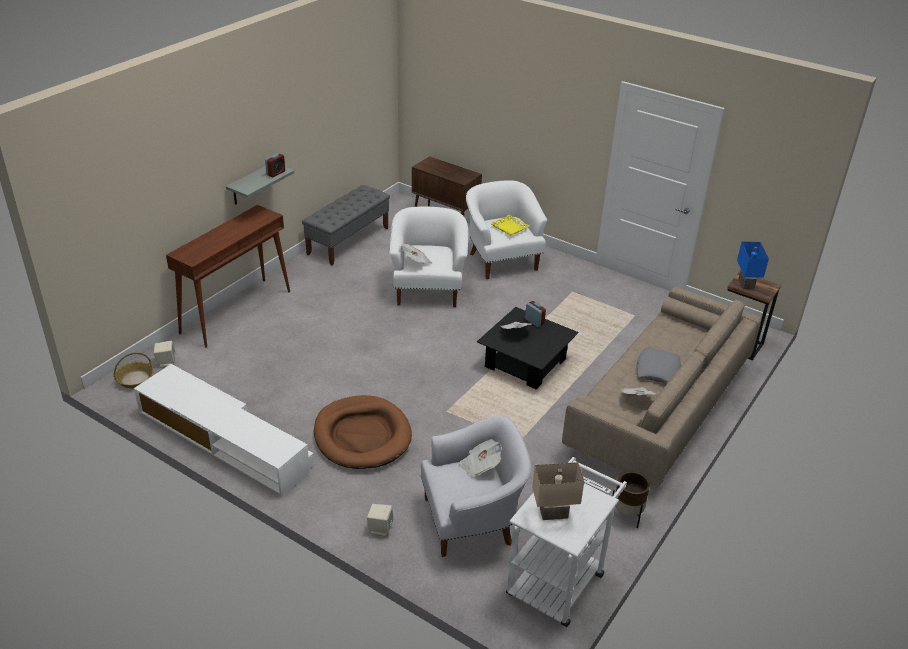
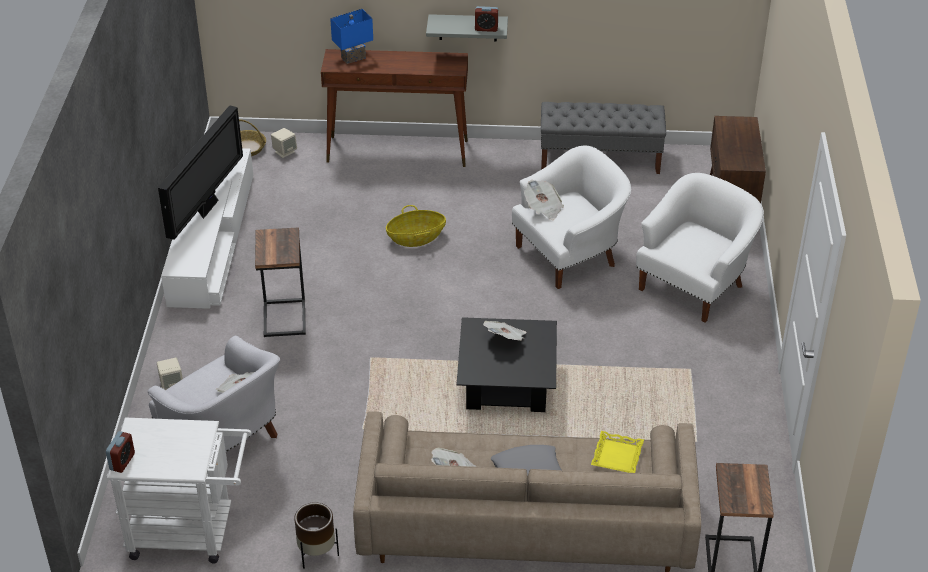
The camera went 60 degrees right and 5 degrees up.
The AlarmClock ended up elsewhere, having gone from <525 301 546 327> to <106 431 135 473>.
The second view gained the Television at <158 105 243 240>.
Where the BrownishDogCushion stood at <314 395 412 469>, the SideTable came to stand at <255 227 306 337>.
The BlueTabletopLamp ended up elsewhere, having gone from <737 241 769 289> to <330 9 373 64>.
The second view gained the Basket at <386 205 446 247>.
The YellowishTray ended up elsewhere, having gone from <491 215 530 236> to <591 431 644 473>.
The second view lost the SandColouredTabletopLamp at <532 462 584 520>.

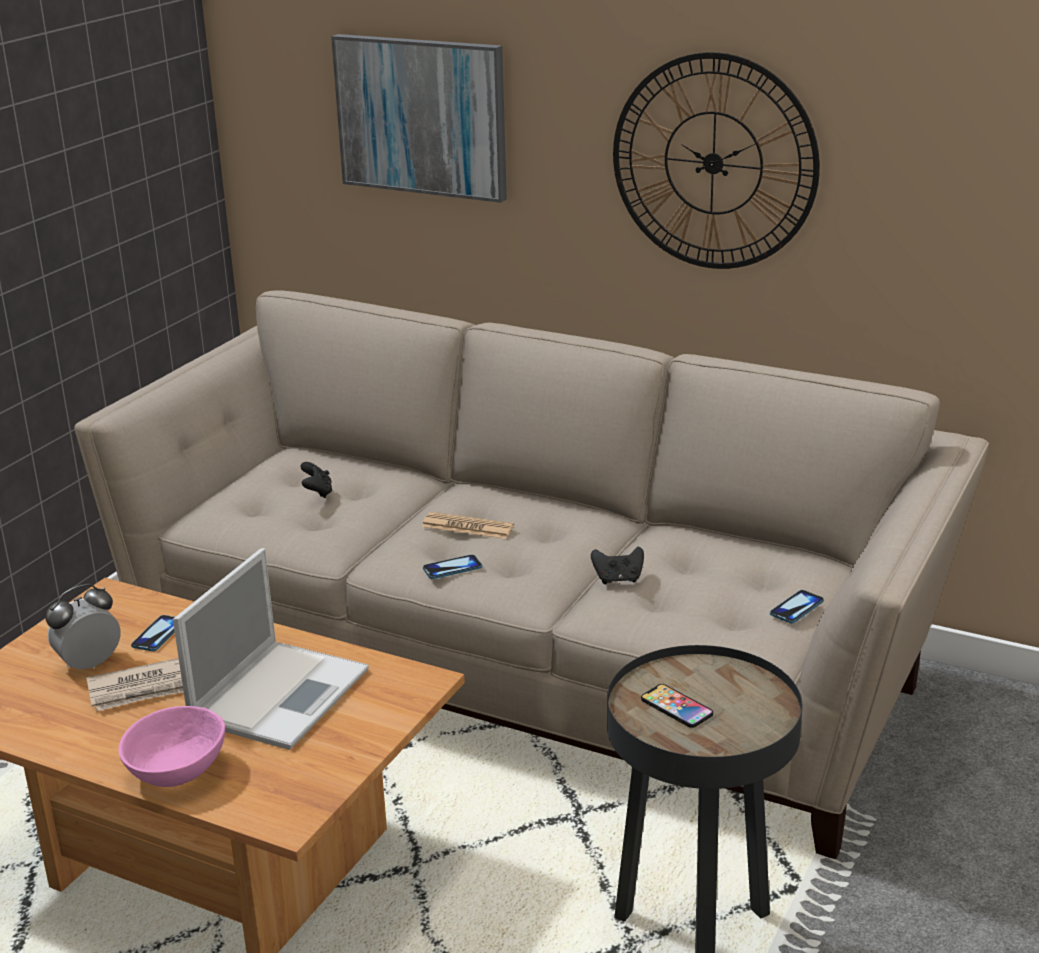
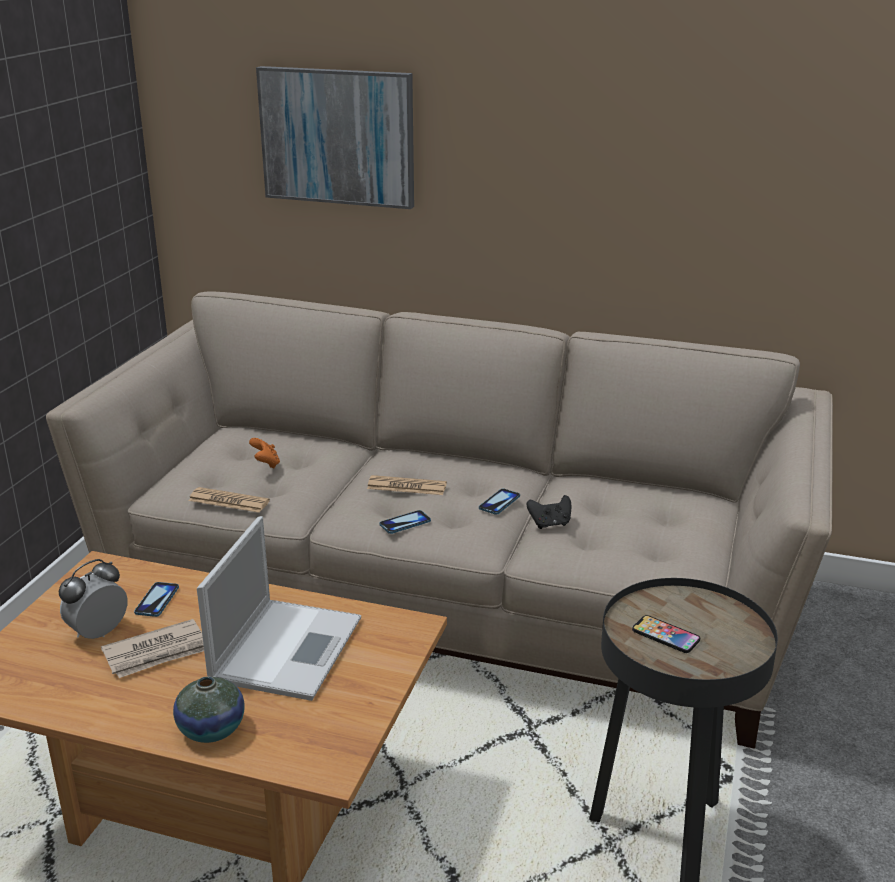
The camera went 10 degrees left and 0 degrees up.
Where the PinkishDeepDish stood at <118 706 225 787>, the Vase came to stand at <173 676 244 743>.
The second view gained the Newspaper at <188 487 270 513>.
What was the BlackColouredGamepad at <300 462 332 498> turned into the OrangeGamepad at <249 438 280 468>.
The Handset ended up elsewhere, having gone from <770 590 824 623> to <479 489 520 515>.
The second view lost the HangingClock at <613 52 820 269>.

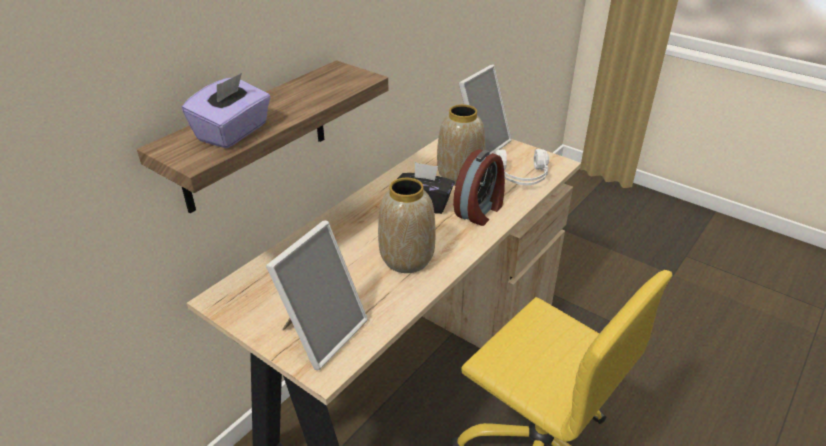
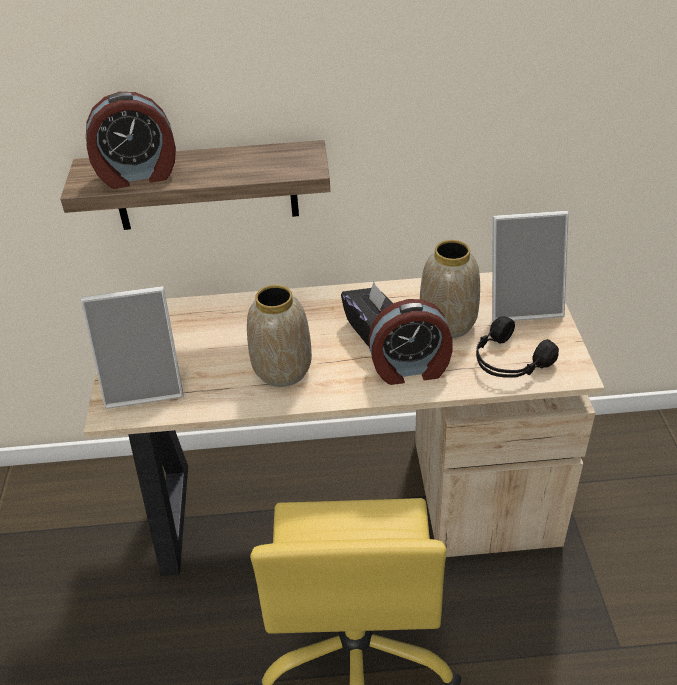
The camera went 50 degrees right and 5 degrees up.
Where the PurpleColouredTissueHolder stood at <182 73 271 149>, the AlarmClock came to stand at <86 92 176 189>.
What was the WhitishHeadset at <494 149 549 185> turned into the BlackColouredHeadset at <476 316 559 378>.

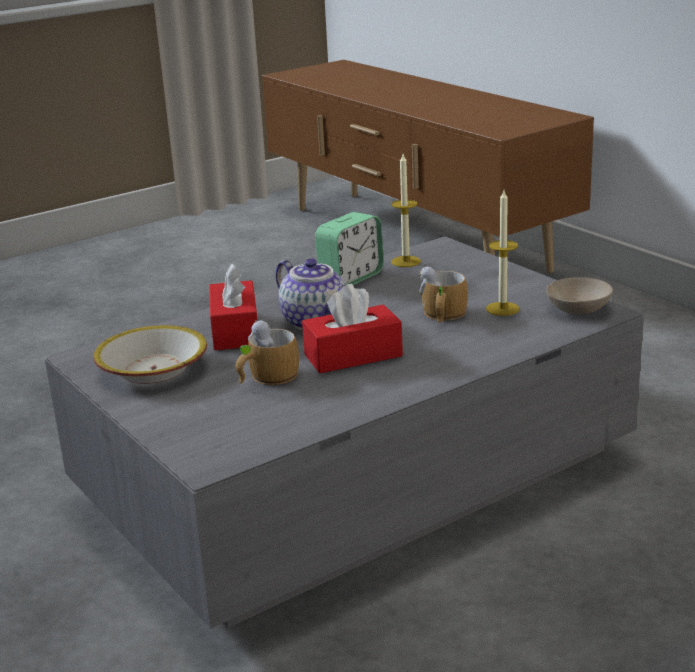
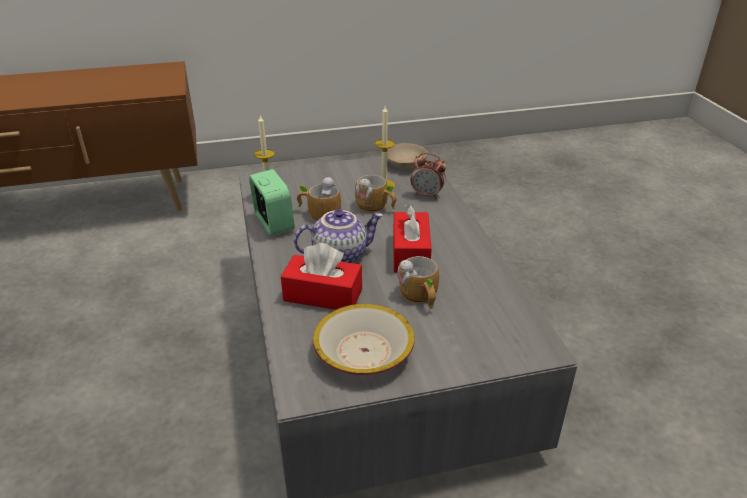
The camera went 70 degrees left and 10 degrees up.
The second view gained the CoffeeMug at <297 176 341 221>.
The second view gained the AlarmClock at <411 153 446 199>.

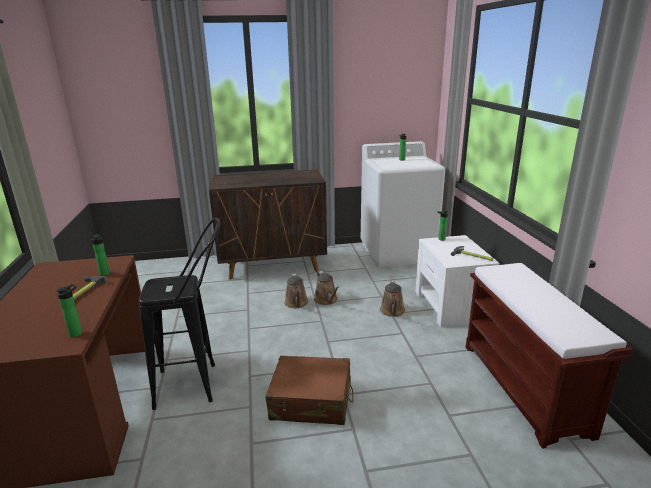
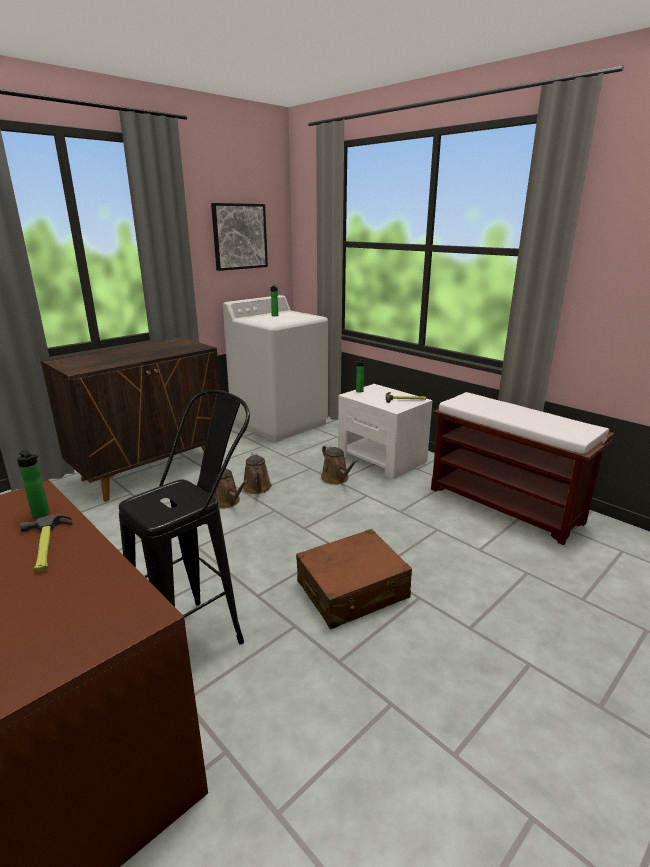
The camera went 35 degrees left and 0 degrees up.
The second view gained the WallPicture at <211 203 268 271>.
The BrownishWateringCan at <314 271 339 305> ended up facing another way, 45 degrees clockwise from before.
The second view lost the Bottle at <56 284 82 337>.

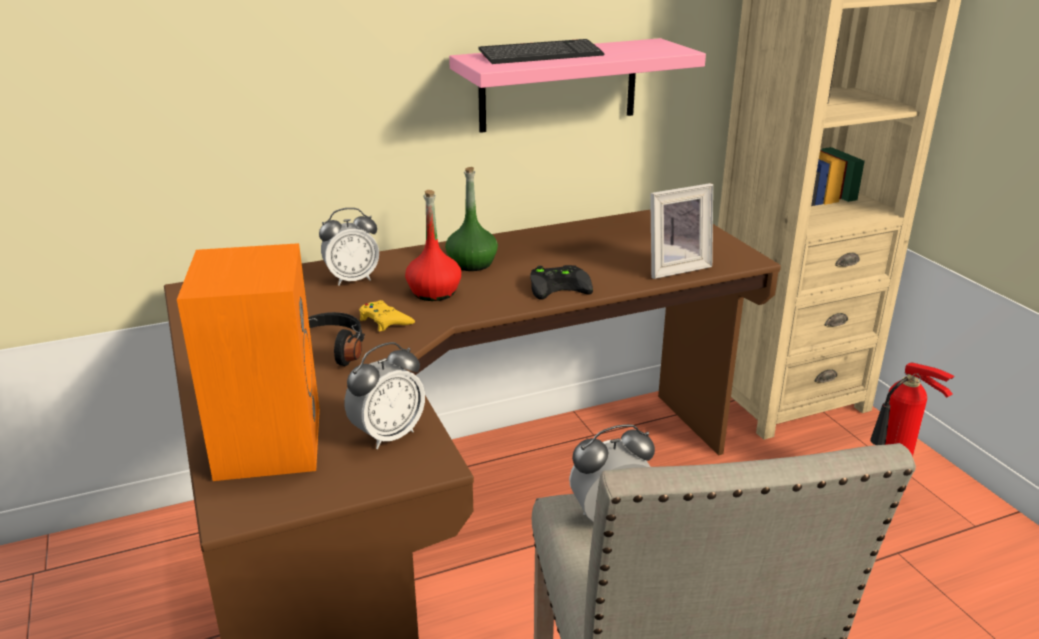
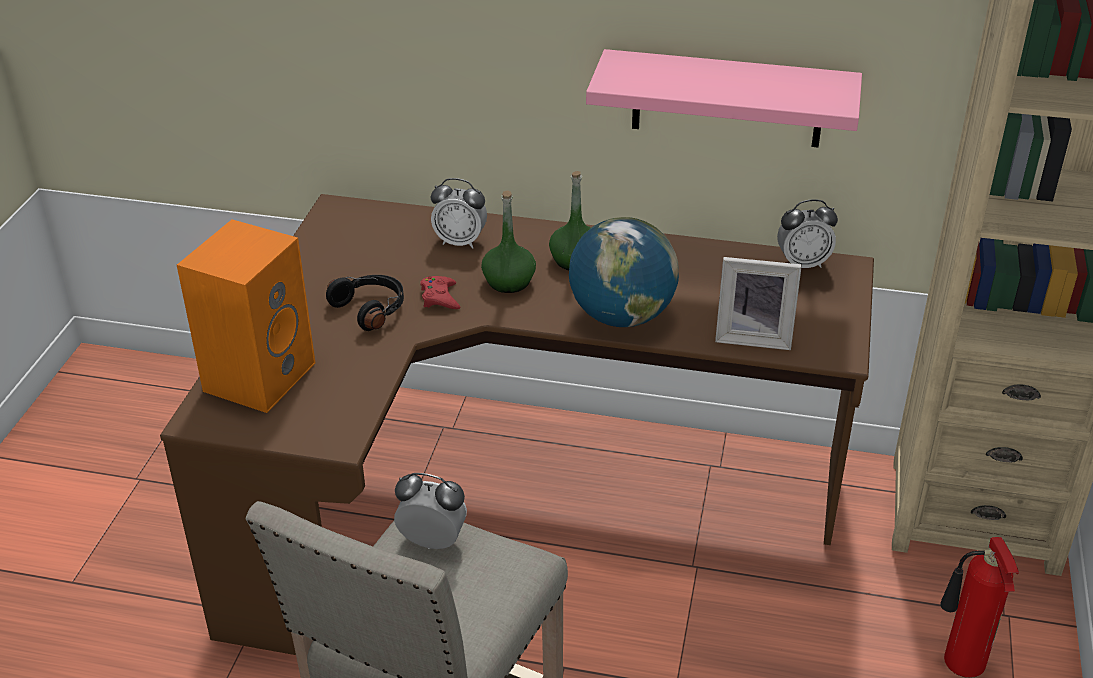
The camera went 35 degrees right and 10 degrees up.
What was the YellowishGamepad at <359 300 415 332> turned into the RedGamepad at <420 276 460 309>.
What was the RedBottle at <405 190 461 301> turned into the GreenishBottle at <481 190 536 293>.
Where the BlackColouredGamepad stood at <530 265 593 300>, the WorldGlobe came to stand at <569 217 679 327>.
The AlarmClock ended up elsewhere, having gone from <344 342 425 449> to <777 199 838 268>.
The second view lost the Keyboard at <478 39 605 64>.

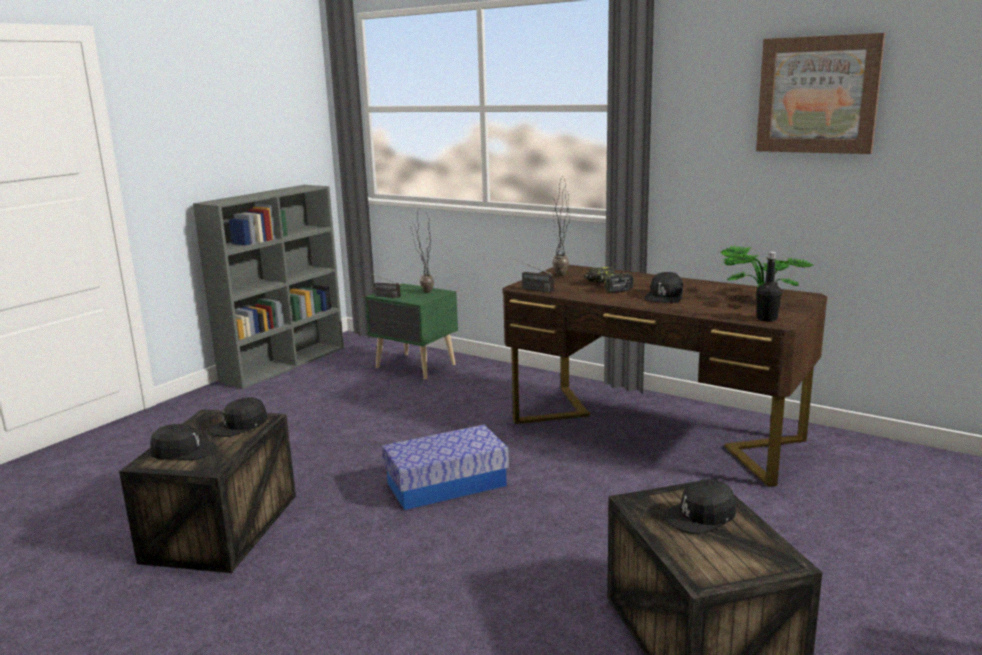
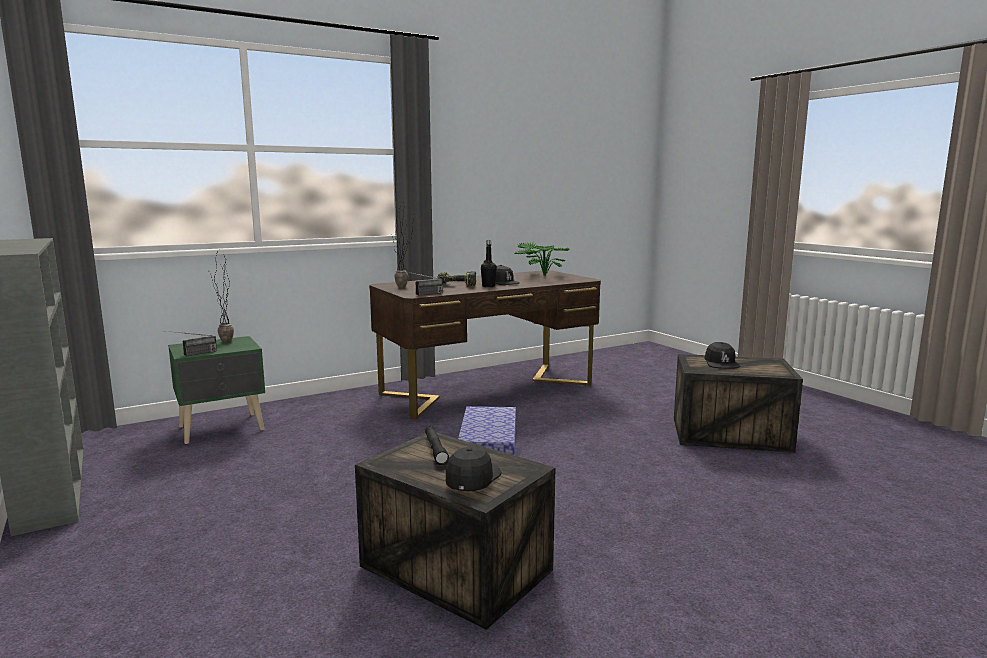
The camera went 65 degrees left and 5 degrees down.
Where the BlackColouredCap stood at <209 397 268 437>, the BlackColouredFlashlight came to stand at <425 426 449 465>.
The BlackColouredBottle ended up elsewhere, having gone from <756 251 782 322> to <481 240 497 287>.
The second view lost the WallPicture at <756 33 886 154>.

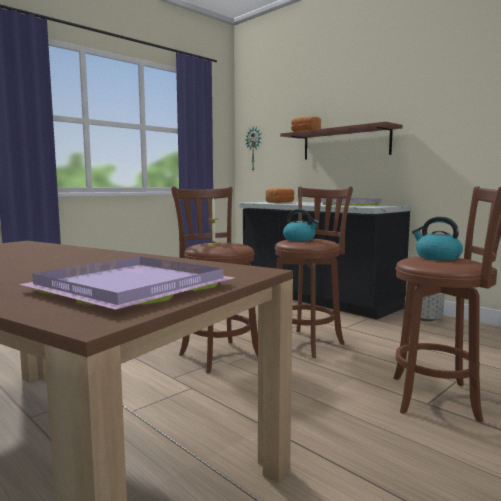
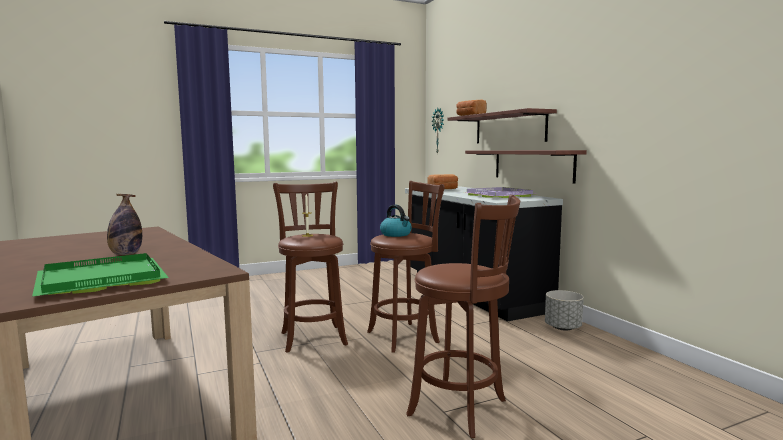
The camera went 20 degrees right and 0 degrees up.
What was the PurpleColouredTray at <19 257 235 310> turned into the GreenishTray at <32 253 169 297>.
The second view gained the Bottle at <107 194 142 255>.
The second view gained the WallShelf at <465 150 587 184>.
The second view lost the WaterKettle at <412 217 463 260>.

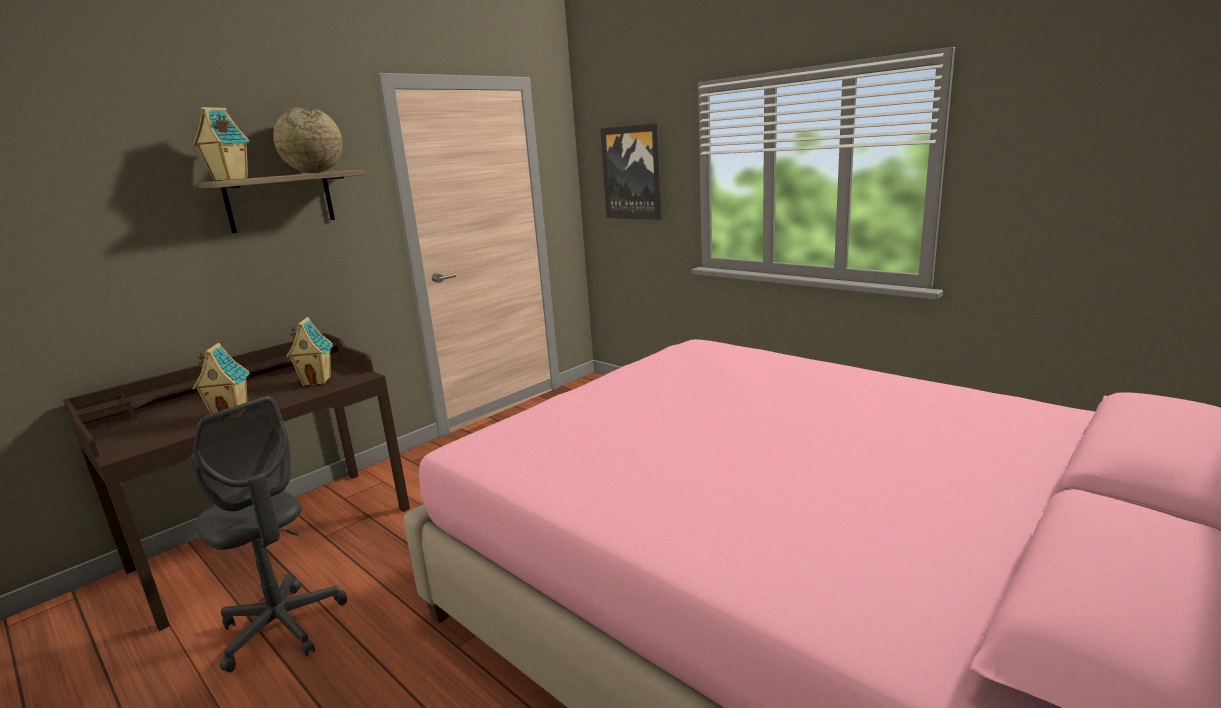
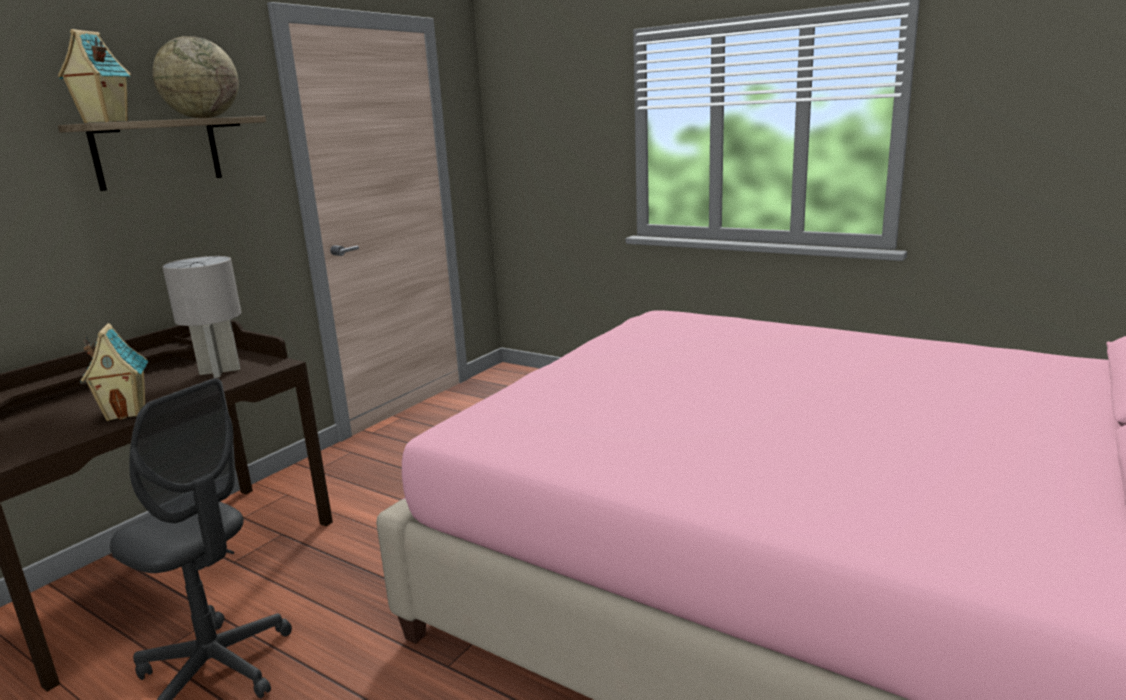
The camera went 10 degrees left and 0 degrees up.
Where the MiniatureHouse stood at <286 317 334 386>, the GrayTabletopLamp came to stand at <162 256 241 378>.
The second view lost the WallPicture at <600 123 663 220>.

